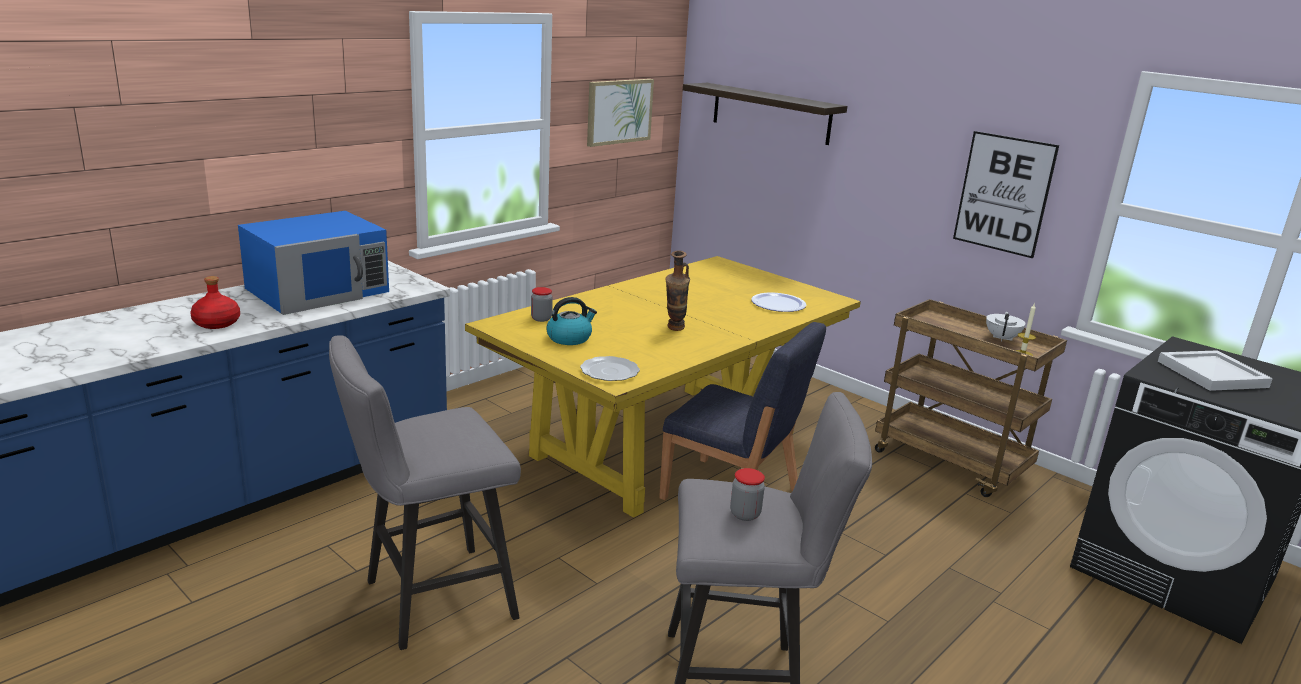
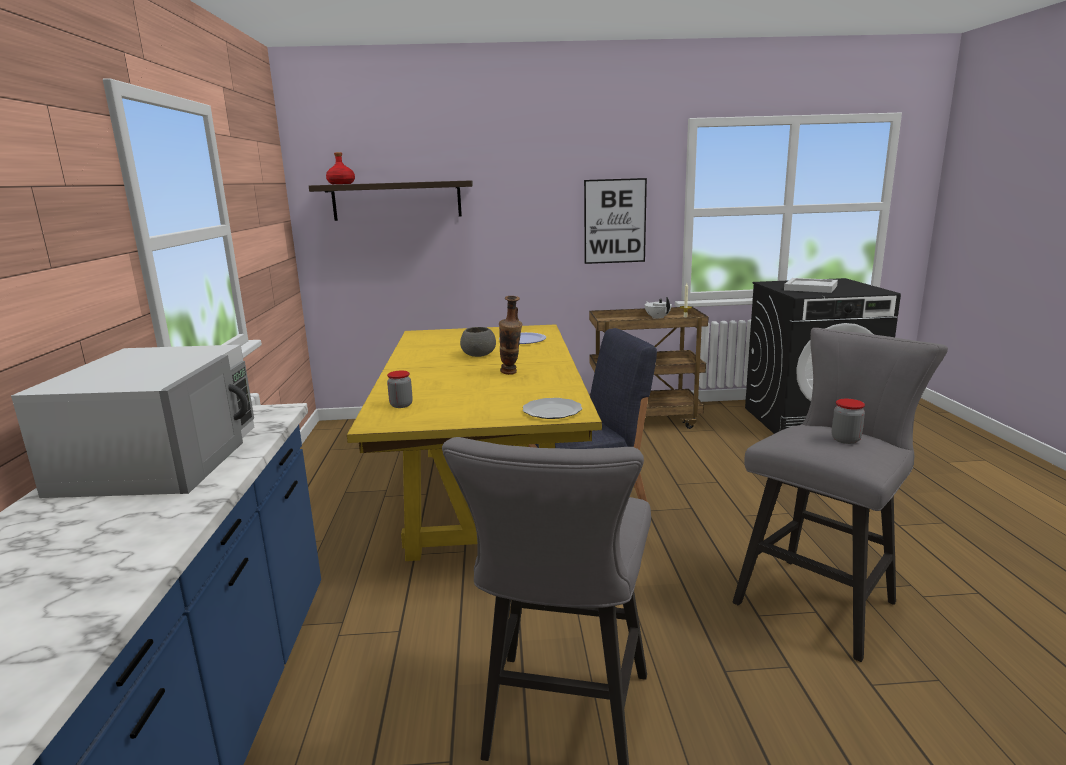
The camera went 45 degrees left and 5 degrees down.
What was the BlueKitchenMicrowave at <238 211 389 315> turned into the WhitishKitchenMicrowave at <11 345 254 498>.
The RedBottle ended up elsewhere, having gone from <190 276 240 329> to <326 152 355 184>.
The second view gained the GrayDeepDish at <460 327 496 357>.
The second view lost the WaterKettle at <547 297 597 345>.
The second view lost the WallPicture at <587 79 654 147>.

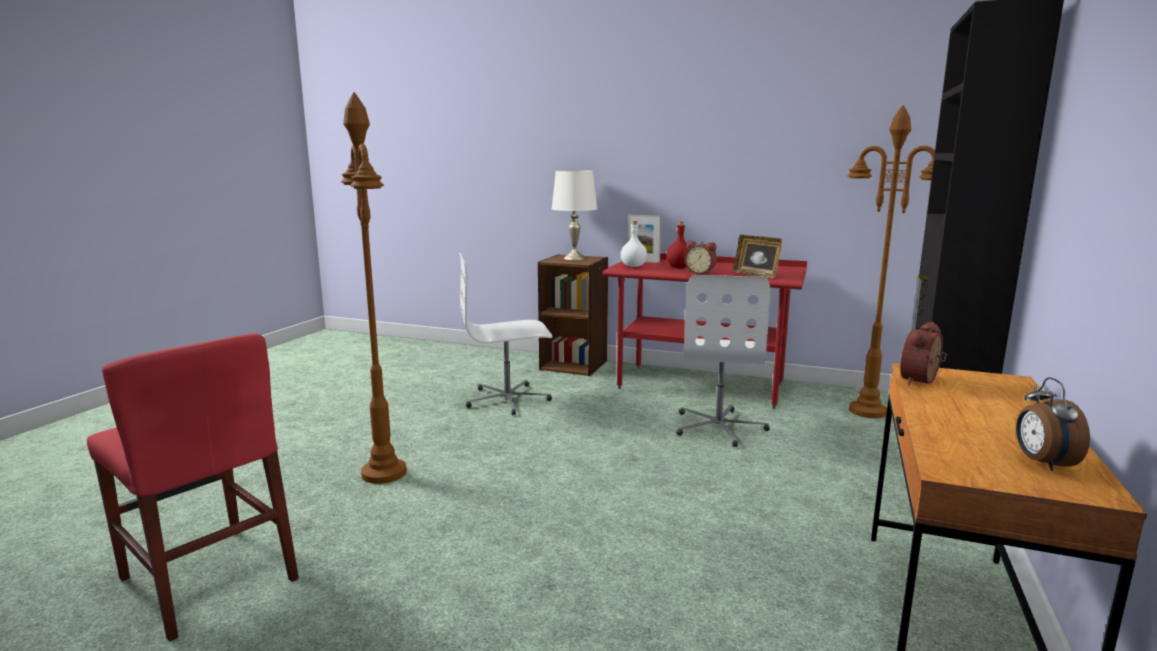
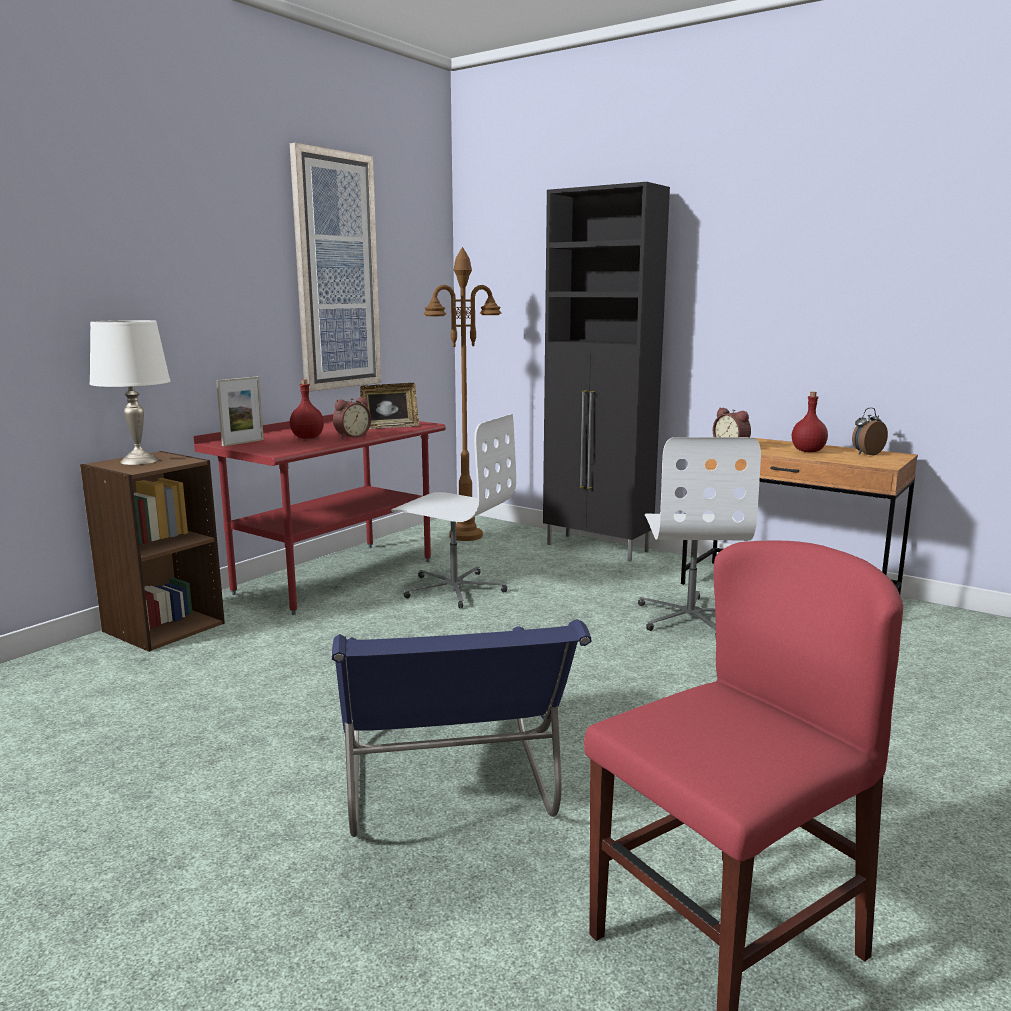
The camera went 75 degrees left and 0 degrees up.
The second view gained the WallPicture at <290 143 381 392>.
Where the BrownishStandardLamp stood at <341 92 407 484>, the BluePlainChair came to stand at <332 619 592 837>.
The WhitishOfficeChair ended up elsewhere, having gone from <459 253 553 415> to <638 437 761 637>.
The second view gained the RedBottle at <792 392 828 452>.
The AlarmClock at <1016 377 1090 471> ended up facing another way, 135 degrees clockwise from before.
The second view lost the WhitishBottle at <621 221 647 267>.

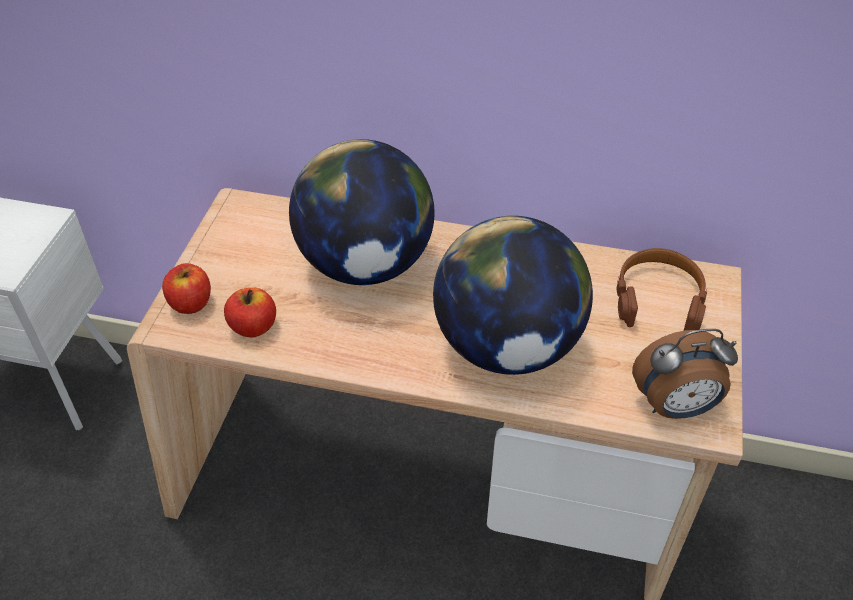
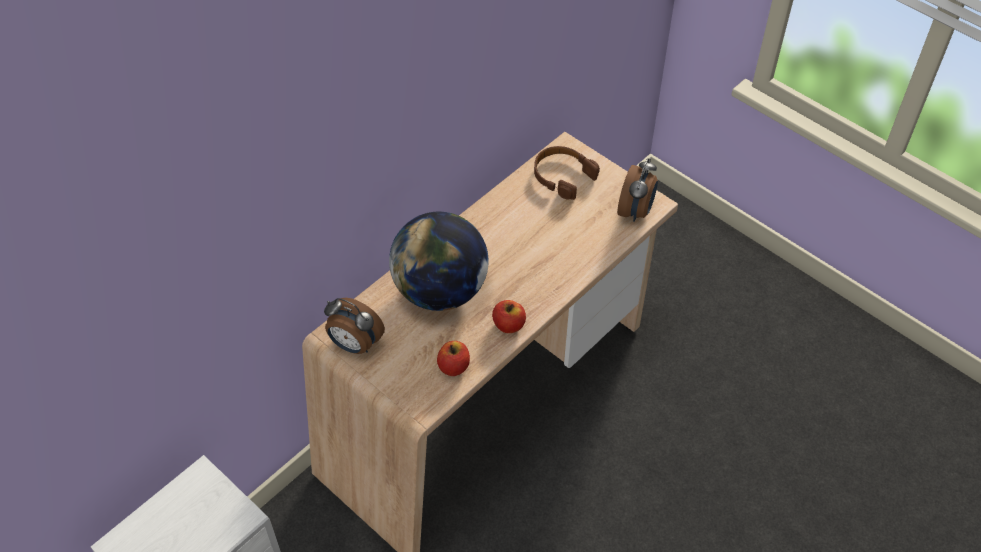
The camera went 60 degrees left and 5 degrees up.
The second view gained the AlarmClock at <324 298 385 354>.
The AppleFruit ended up elsewhere, having gone from <162 263 211 314> to <492 300 526 333>.
The second view lost the WorldGlobe at <433 216 593 375>.

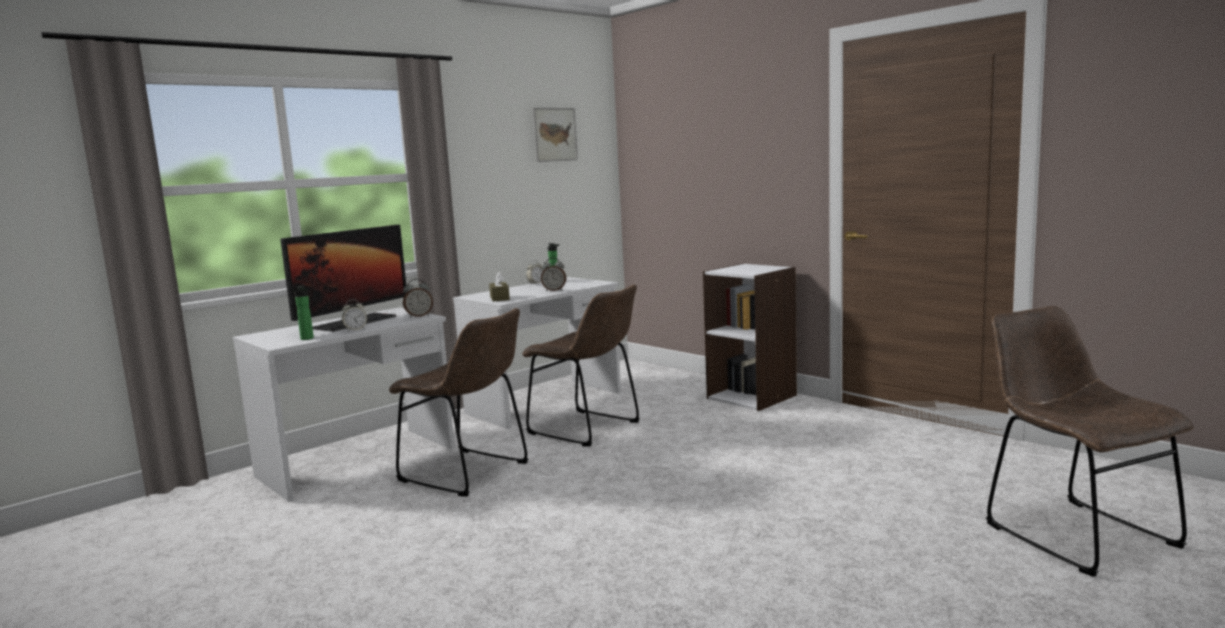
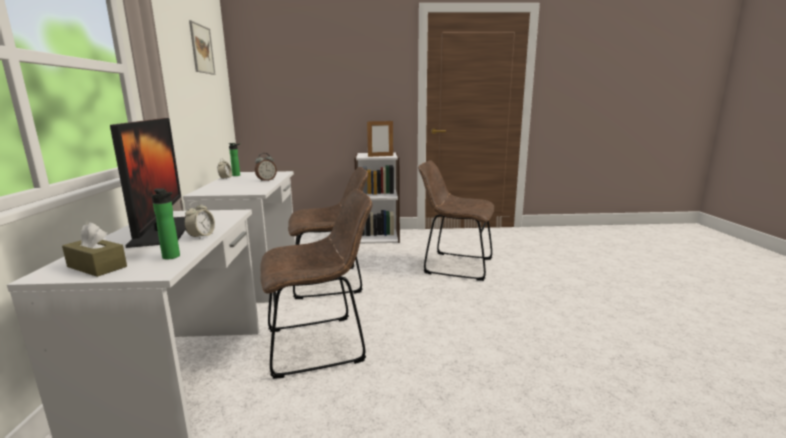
The camera went 50 degrees left and 5 degrees up.
The BrownishTissueHolder ended up elsewhere, having gone from <489 272 510 302> to <62 222 127 277>.
The second view gained the PictureFrame at <367 120 393 157>.
The BrownishPlainChair ended up elsewhere, having gone from <986 306 1194 577> to <418 160 494 281>.
The second view lost the AlarmClock at <403 279 433 318>.

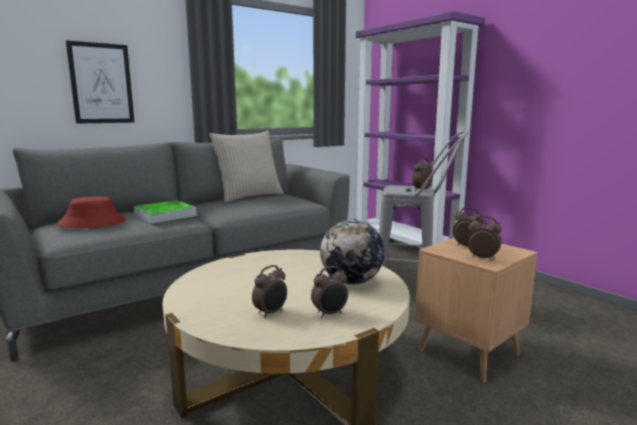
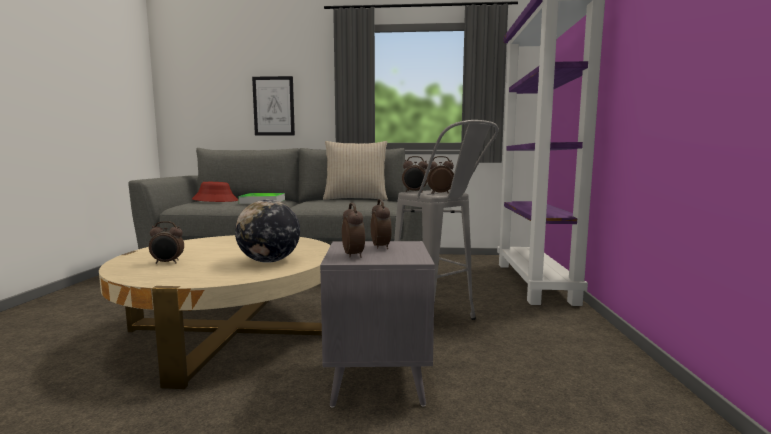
The camera went 40 degrees right and 5 degrees down.
What was the BrownishSideTable at <415 238 538 382> turned into the GraySideTable at <320 241 435 408>.
The AlarmClock ended up elsewhere, having gone from <311 266 348 318> to <402 156 428 192>.

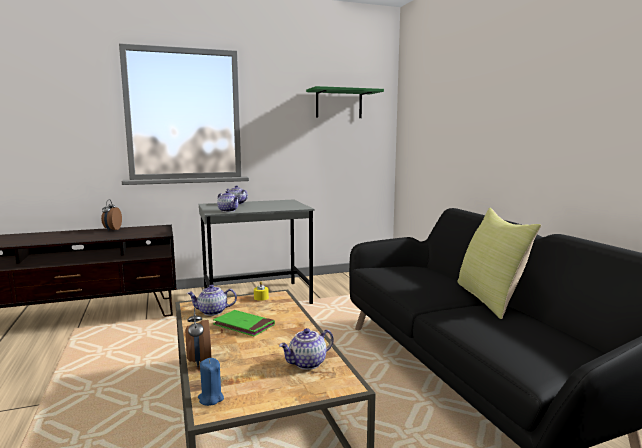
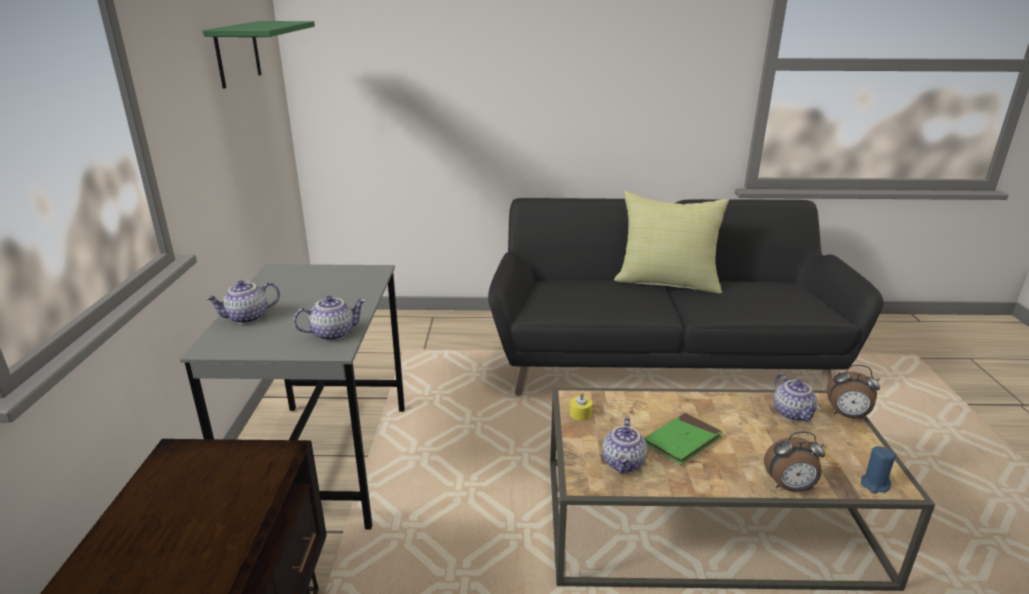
The camera went 70 degrees left and 15 degrees up.
The AlarmClock ended up elsewhere, having gone from <101 200 122 231> to <827 365 880 419>.

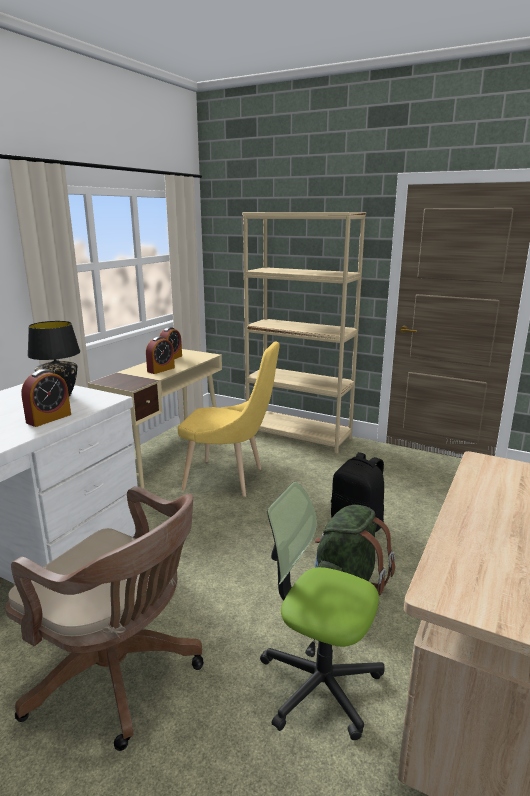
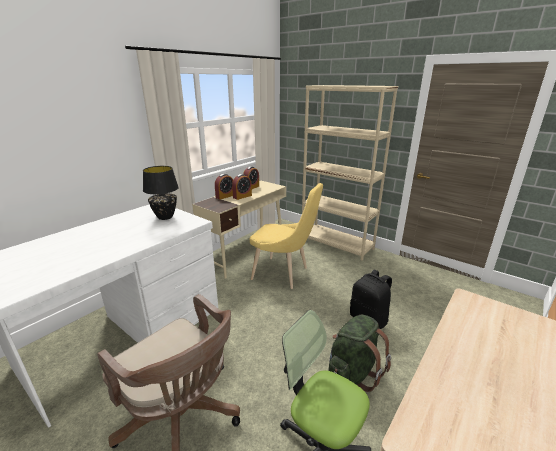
The camera went 10 degrees right and 5 degrees up.
The AlarmClock ended up elsewhere, having gone from <21 369 71 427> to <215 174 233 200>.

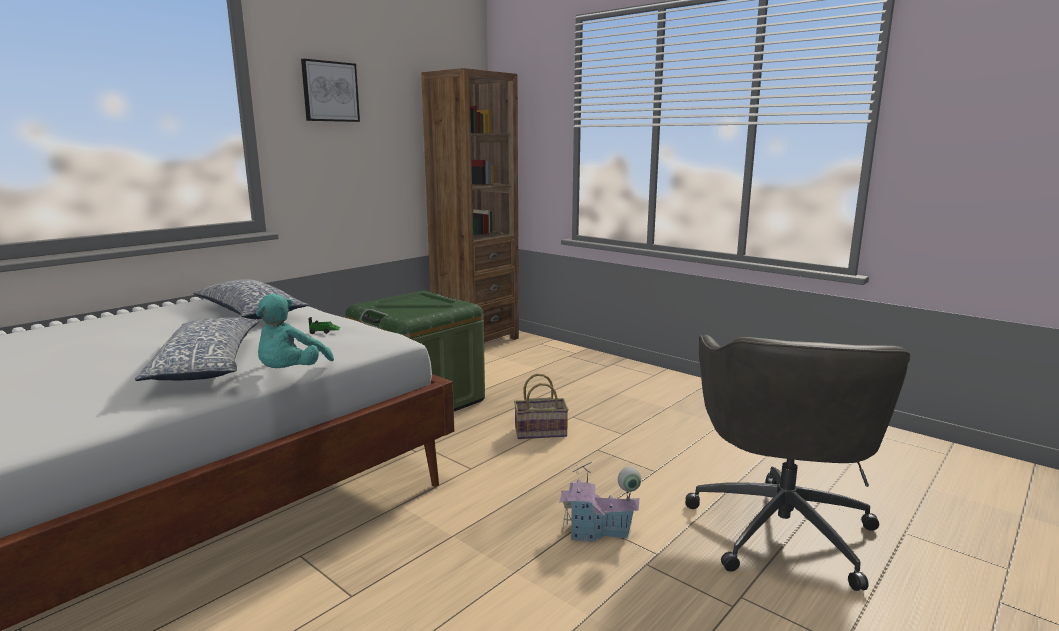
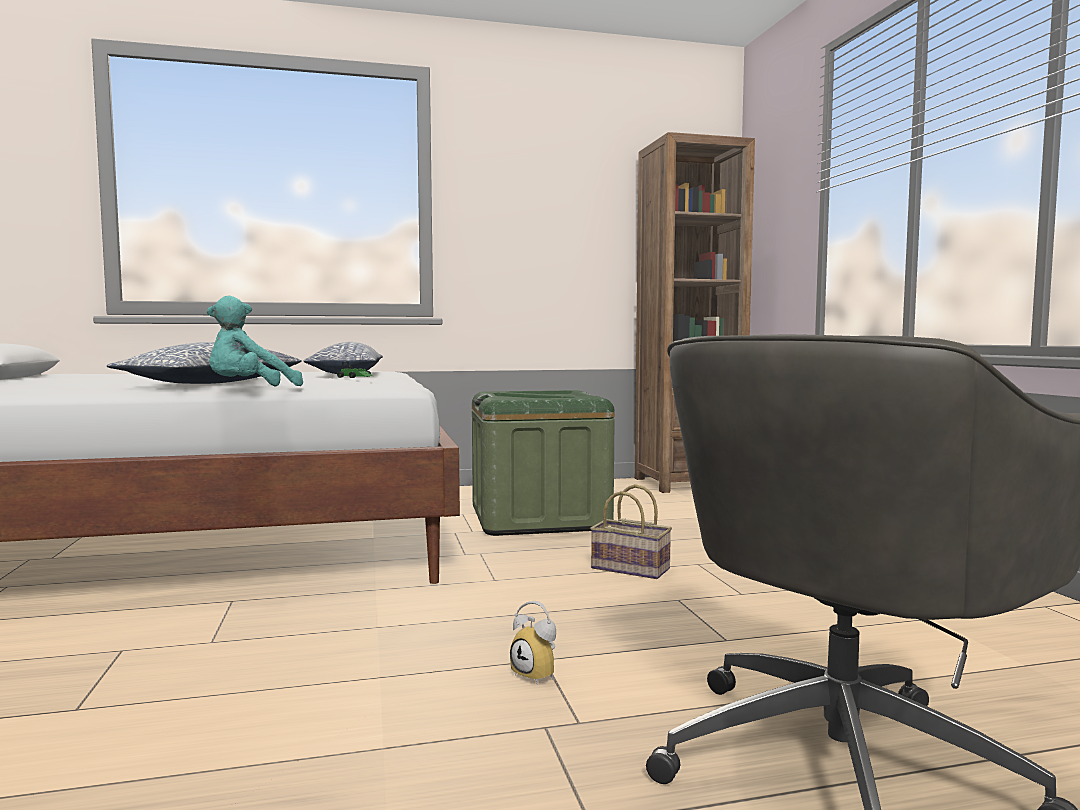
The camera went 35 degrees right and 10 degrees down.
Where the MiniatureHouse stood at <559 462 641 542>, the AlarmClock came to stand at <510 601 556 684>.
The second view lost the WallPicture at <301 59 360 122>.

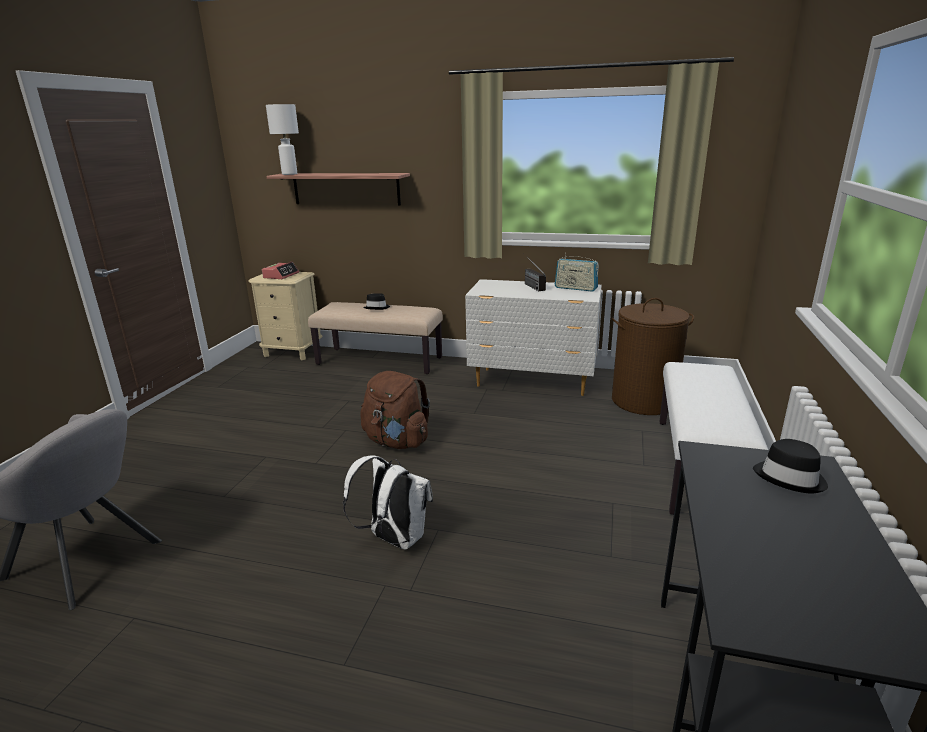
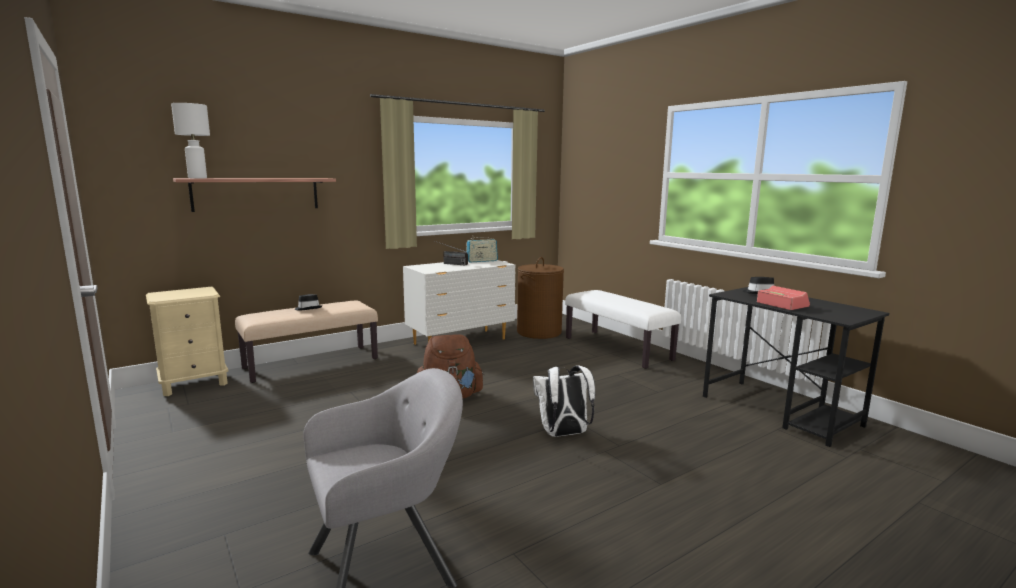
The camera went 50 degrees left and 10 degrees down.
The AlarmClock ended up elsewhere, having gone from <262 261 299 279> to <757 286 810 310>.

